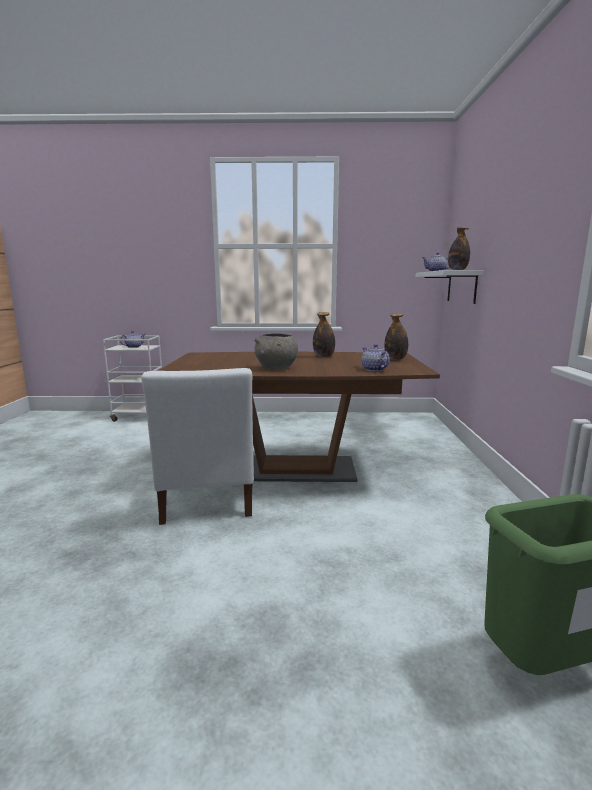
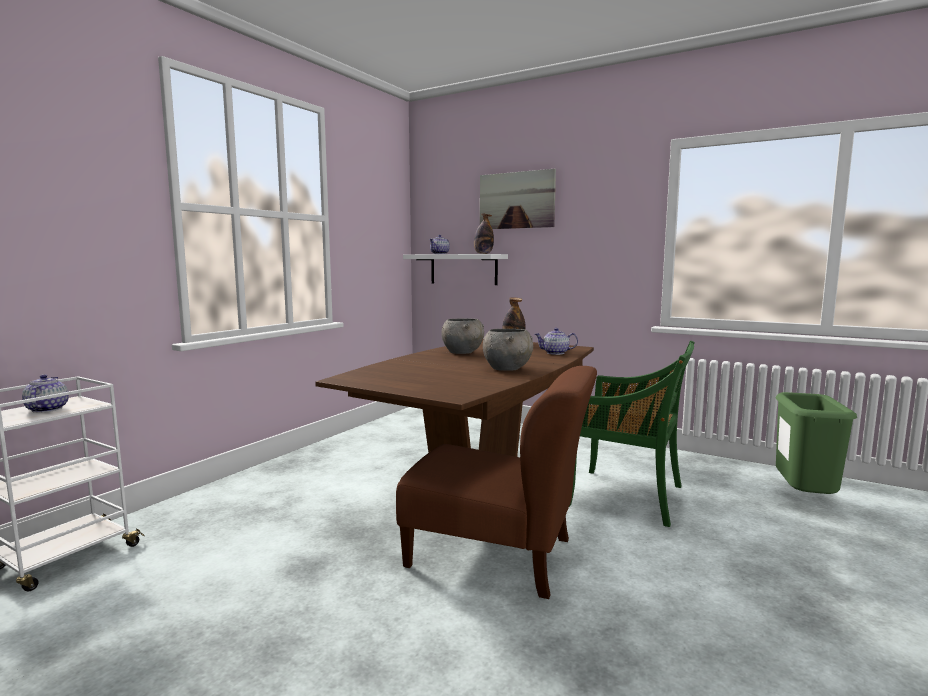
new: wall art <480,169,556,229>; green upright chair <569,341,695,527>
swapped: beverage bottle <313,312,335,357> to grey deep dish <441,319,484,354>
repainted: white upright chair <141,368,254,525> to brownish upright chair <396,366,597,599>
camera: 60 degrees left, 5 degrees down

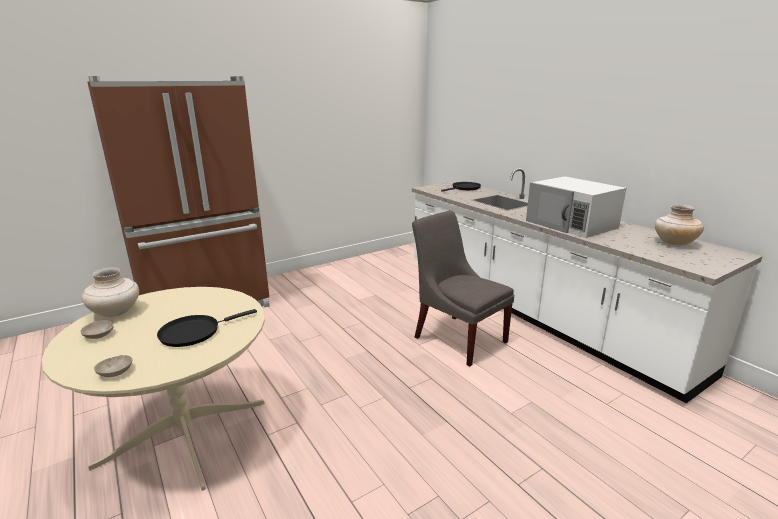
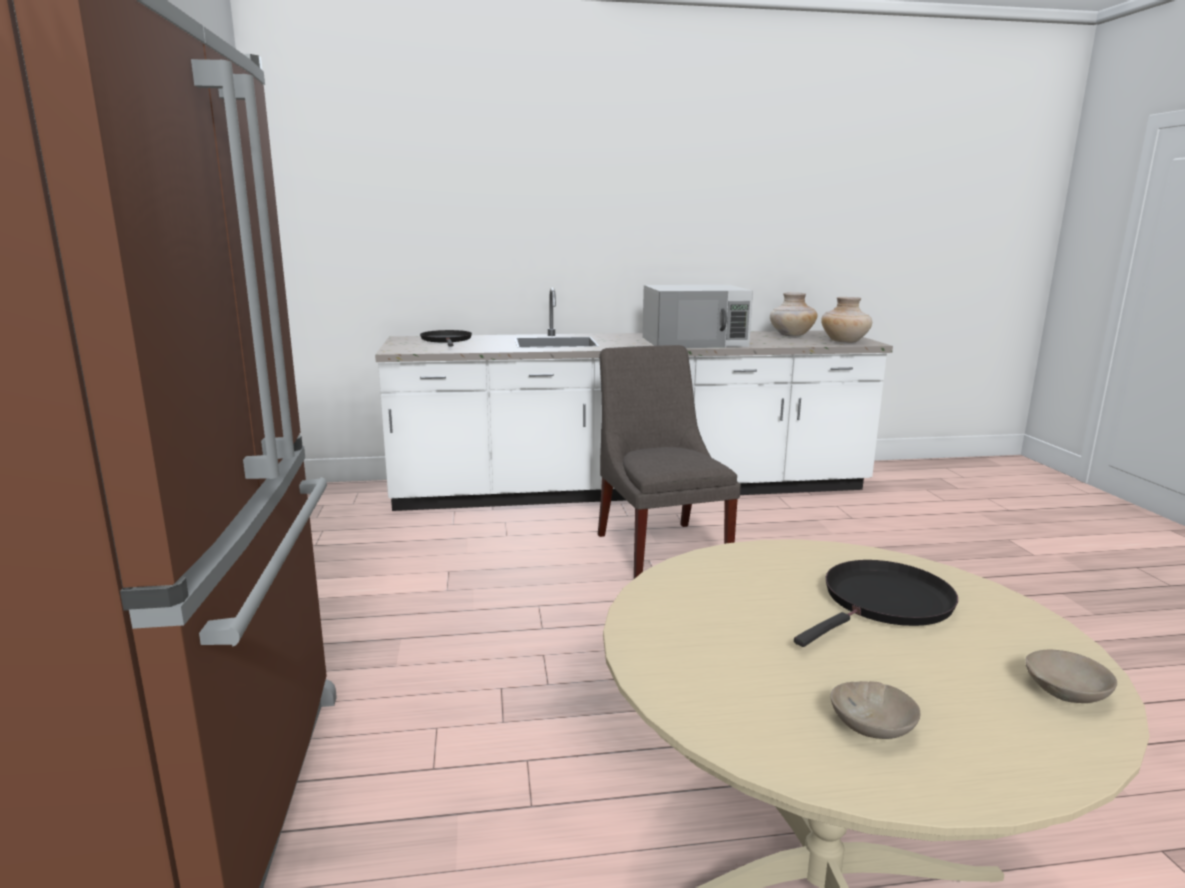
shifted: beige-coloured vase <82,268,139,317> to <821,297,872,343>
rotated: black frying pan <157,309,257,347> = <794,560,958,647> 120 degrees counterclockwise; grey upright chair <412,211,514,367> = <598,345,741,579> 90 degrees clockwise
camera: 65 degrees left, 5 degrees down

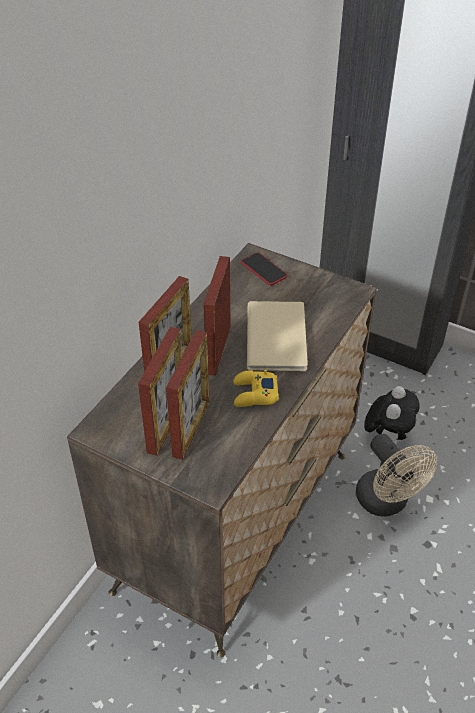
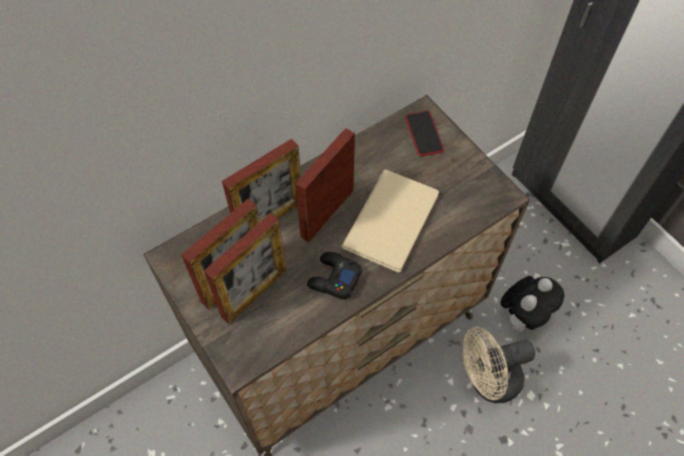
repainted: yellow game controller <233,369,279,407> to black game controller <307,252,362,299>
rotated: beige-coloured cooling fan <356,434,437,517> = <463,327,535,403> 75 degrees clockwise
camera: 25 degrees right, 15 degrees up

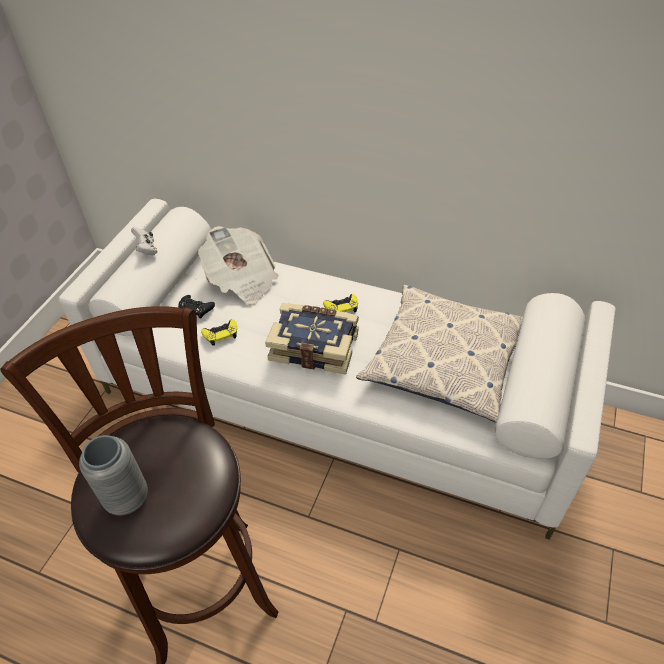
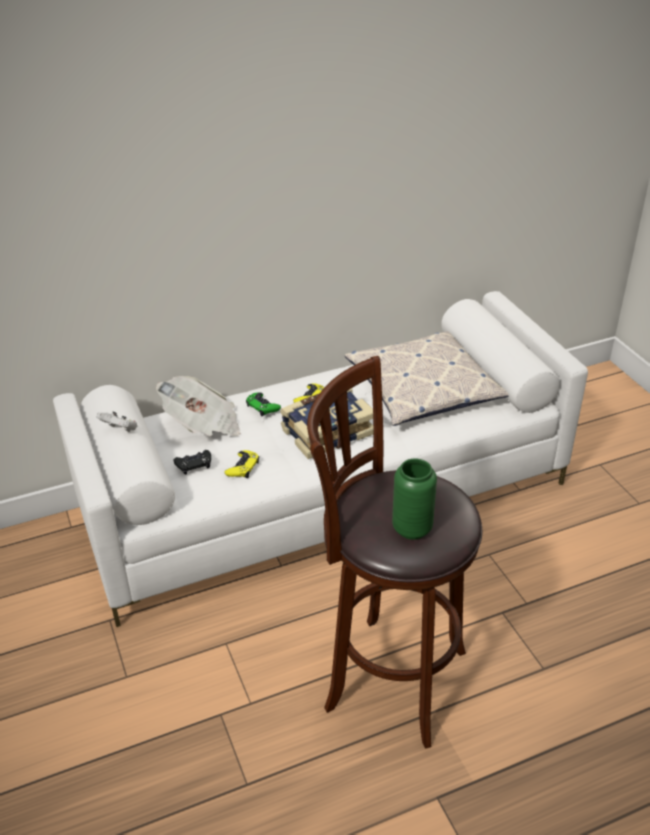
new: green game controller <246,392,281,416>
repainted: grey vase <79,435,148,515> to green vase <392,458,437,540>
camera: 45 degrees left, 10 degrees down

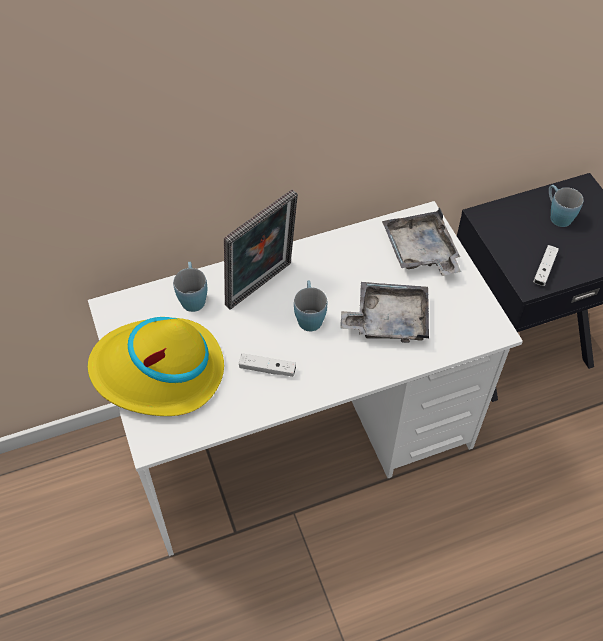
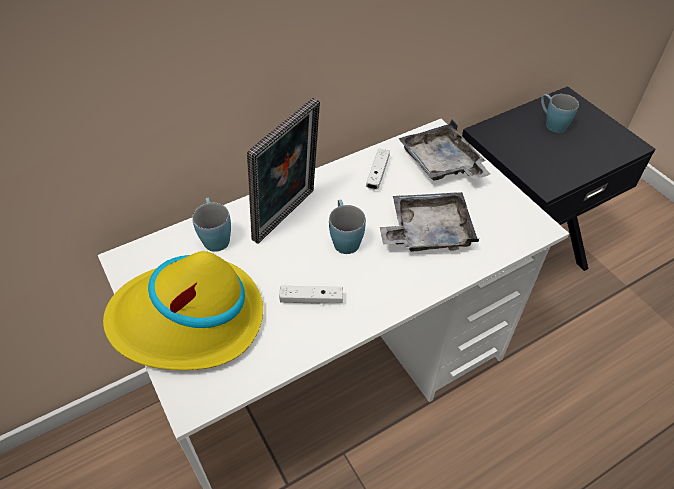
shifted: white game controller <533,245,559,286> to <366,149,390,190>
camera: 10 degrees left, 5 degrees down

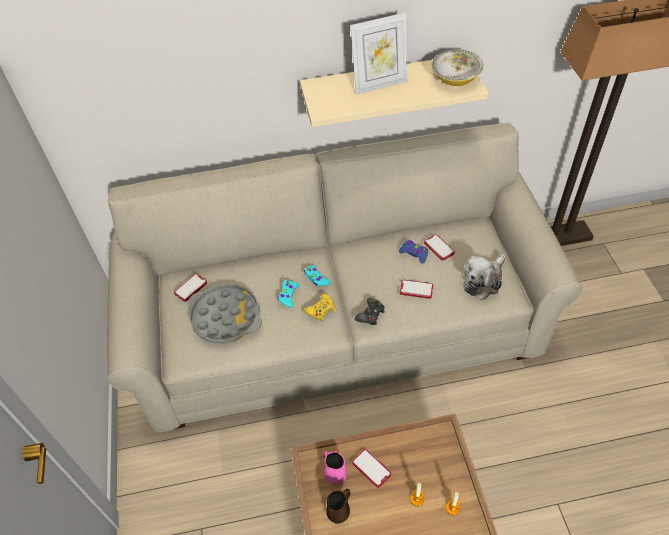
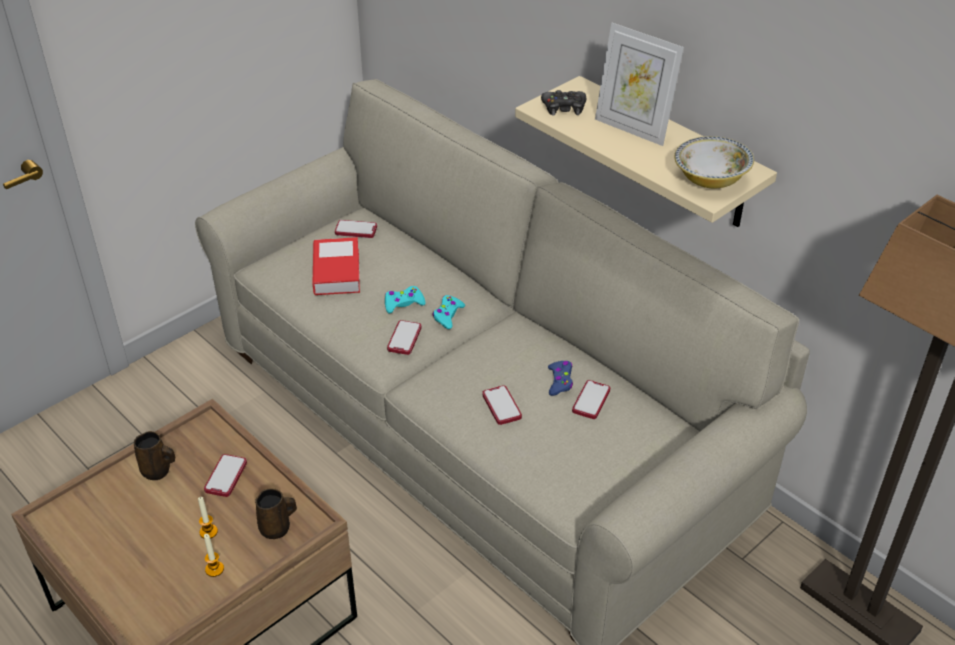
gone: pink-coloured mug <323,451,347,484>; cuddly toy <464,254,507,301>
new: brownish mug <255,488,297,539>
shifted: black game controller <355,298,385,325> to <541,90,586,116>
swapped: grey carrying tray <188,284,262,344> to volume <312,237,360,295>; yellow game controller <304,294,336,321> to telephone <387,320,422,355>
camera: 55 degrees right, 10 degrees down

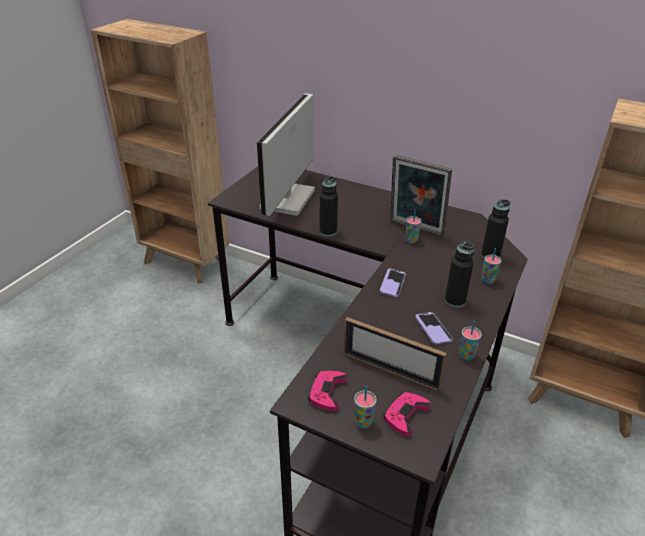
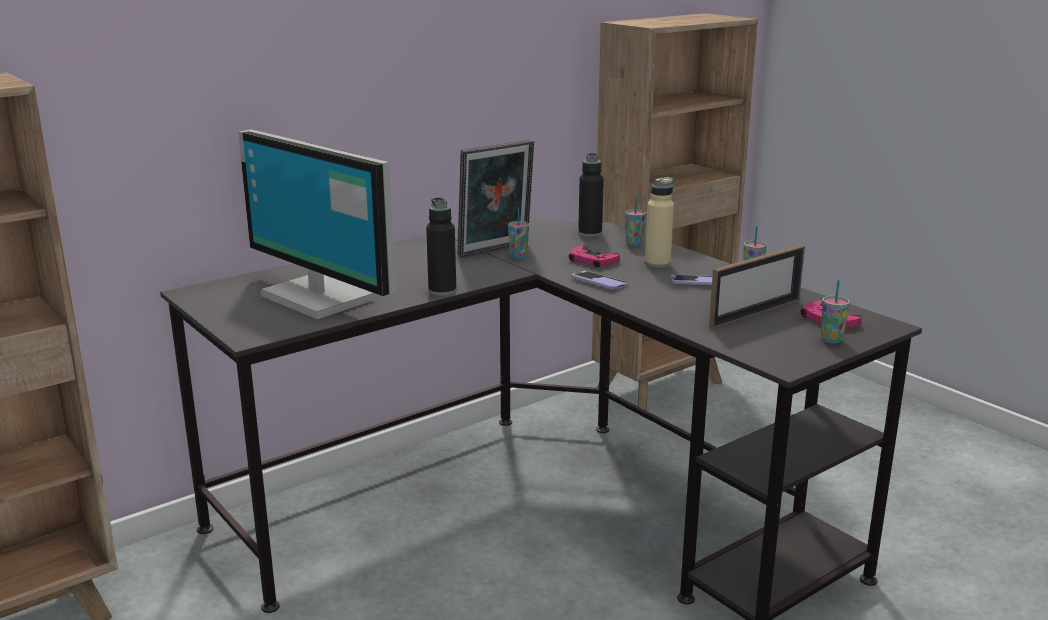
shifted: pink-coloured game controller <308,371,347,411> to <569,245,620,267>
repainted: black beverage bottle <445,241,475,308> to beige-coloured beverage bottle <645,177,674,268>
camera: 65 degrees left, 15 degrees down

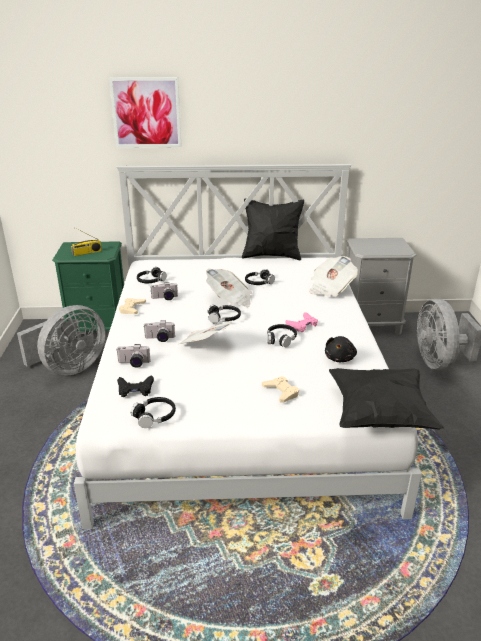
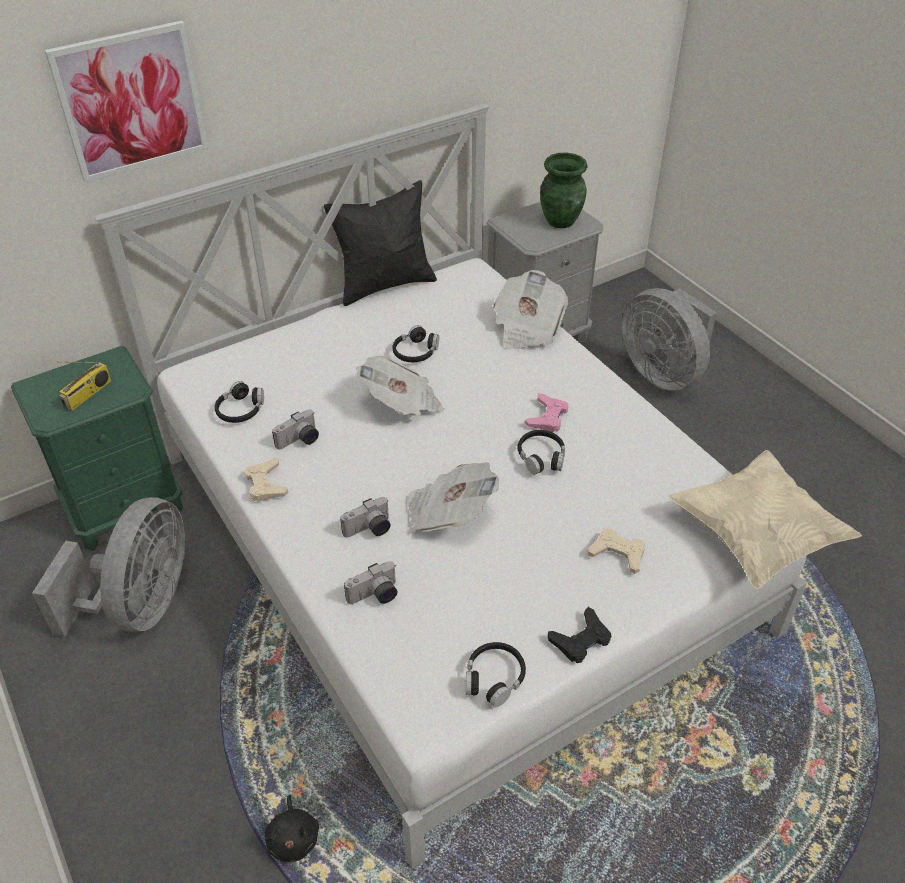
gone: black headset <207,305,241,323>
new: green vase <540,152,587,228>
shifted: black game controller <117,375,154,397> to <548,607,611,663>; black cuddly toy <325,336,357,362> to <265,795,319,862>
repainted: black pillow <329,368,444,430> to beige-coloured pillow <668,450,862,589>
camera: 30 degrees left, 15 degrees up

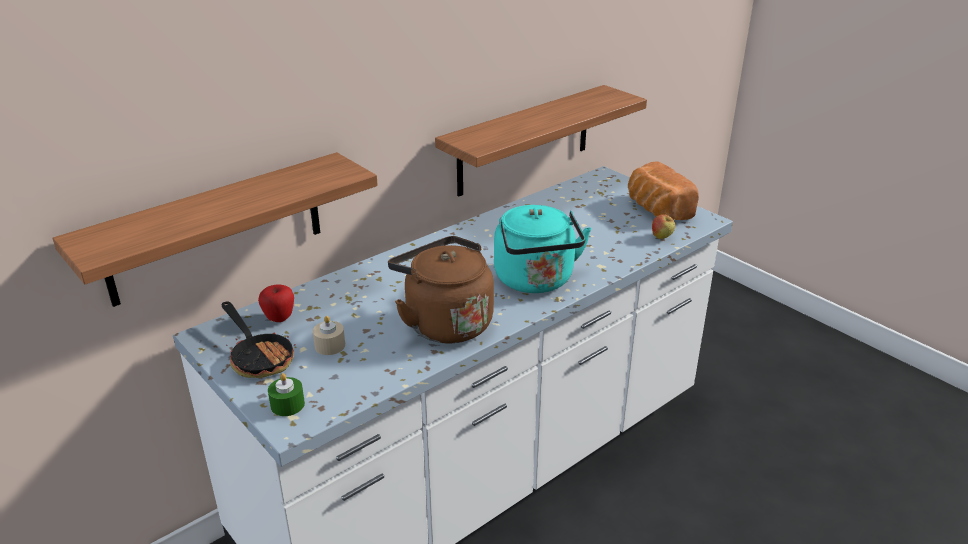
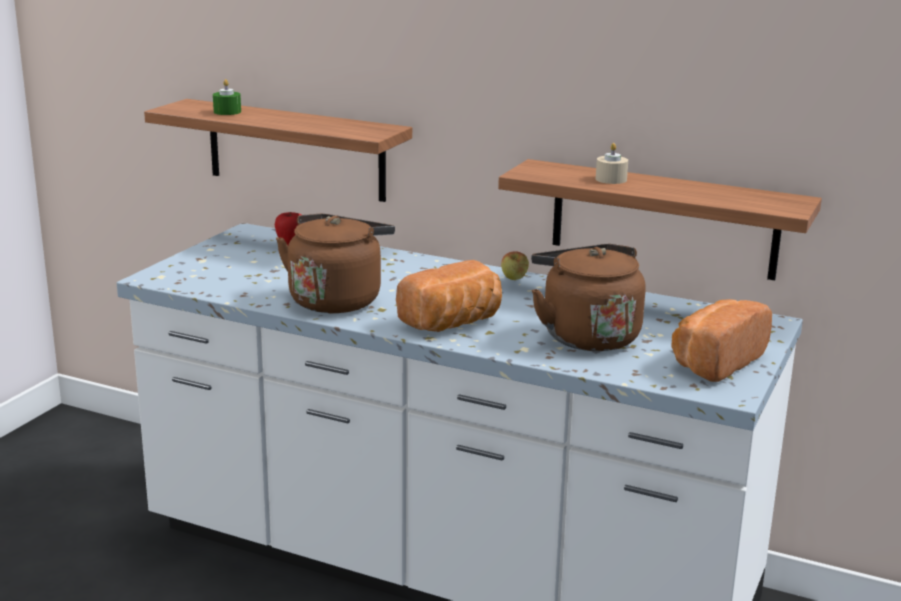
gone: frying pan <222,301,295,378>
new: brownish tea kettle <531,244,646,351>
shifted: green wax candle <268,373,305,416> to <213,79,241,115>; beige-coloured wax candle <313,316,345,355> to <596,143,628,184>; whole apple <652,214,675,239> to <501,251,529,280>
swapped: turquoise tea kettle <494,205,591,293> to bread <396,260,502,332>
camera: 65 degrees right, 10 degrees down

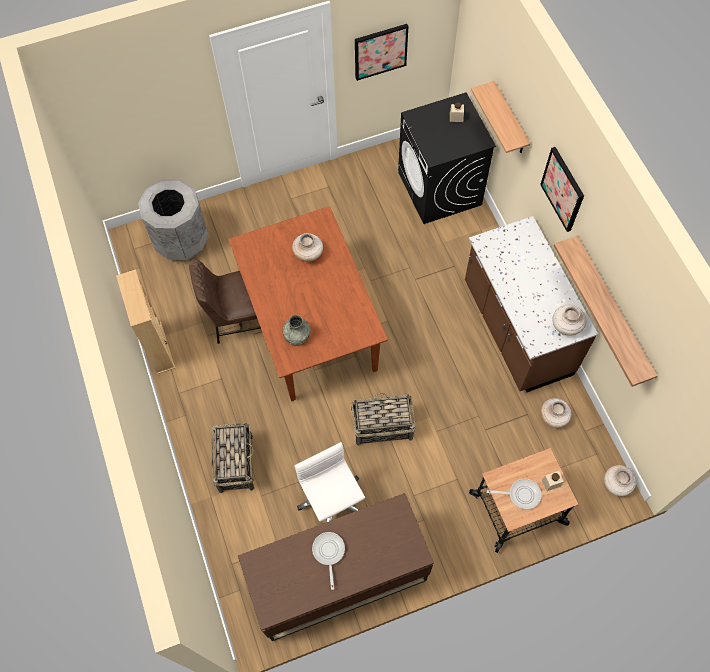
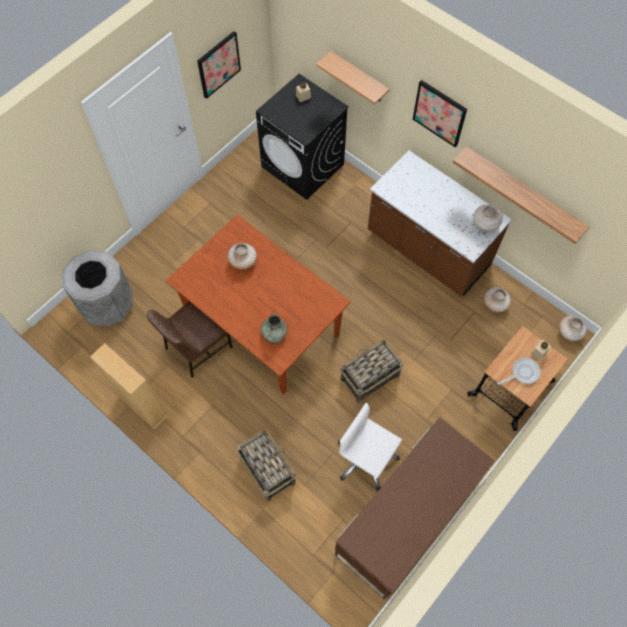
gone: frying pan <312,532,345,590>
camera: 30 degrees left, 0 degrees up

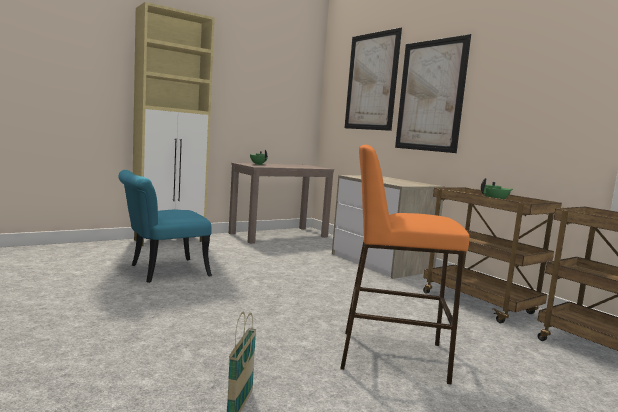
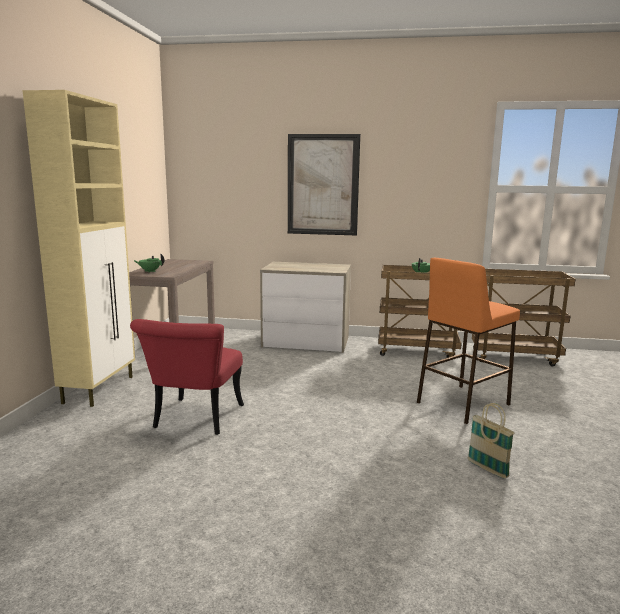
gone: wall art <345,27,402,131>
repainted: turquoise upright chair <118,170,212,283> to reddish upright chair <130,319,244,435>
camera: 45 degrees left, 5 degrees up

